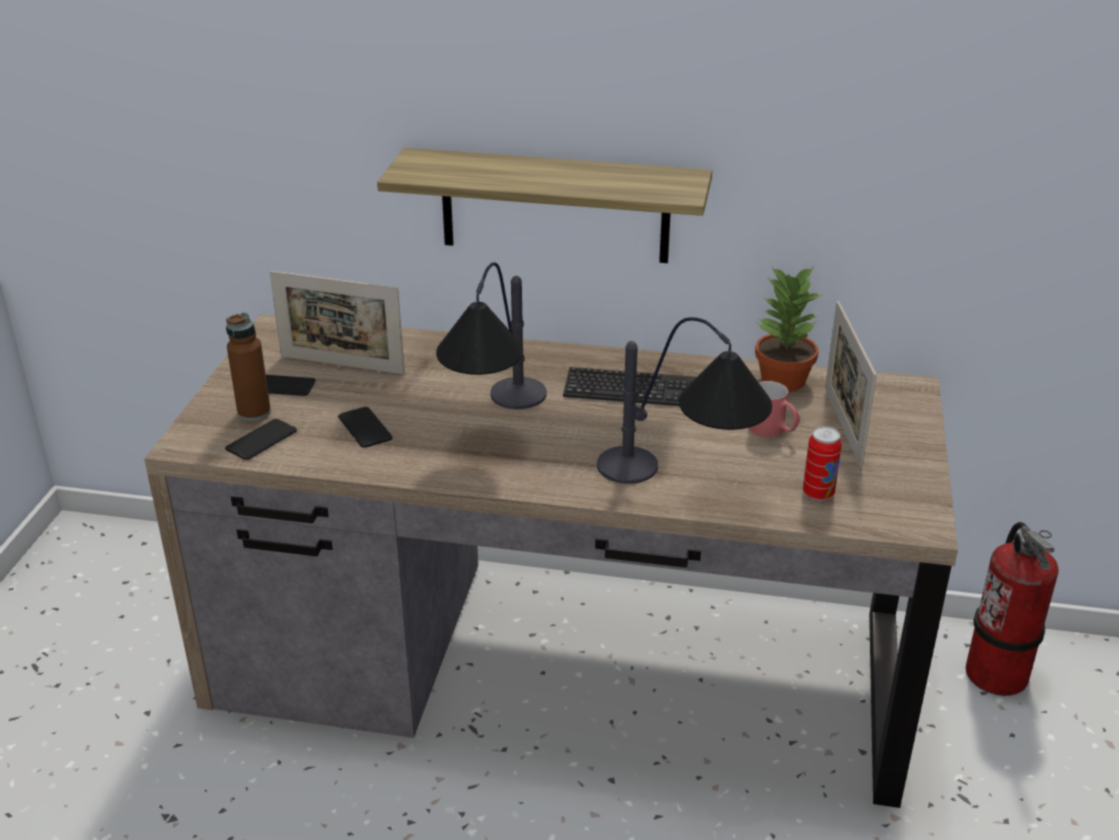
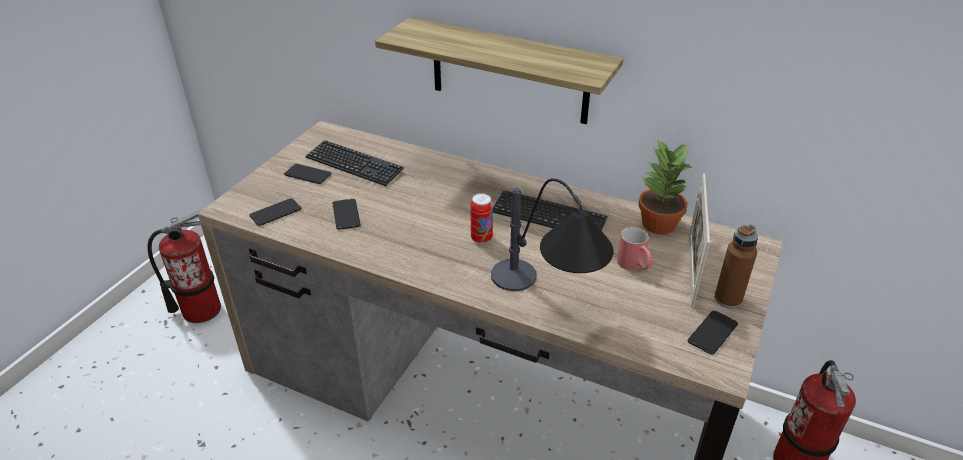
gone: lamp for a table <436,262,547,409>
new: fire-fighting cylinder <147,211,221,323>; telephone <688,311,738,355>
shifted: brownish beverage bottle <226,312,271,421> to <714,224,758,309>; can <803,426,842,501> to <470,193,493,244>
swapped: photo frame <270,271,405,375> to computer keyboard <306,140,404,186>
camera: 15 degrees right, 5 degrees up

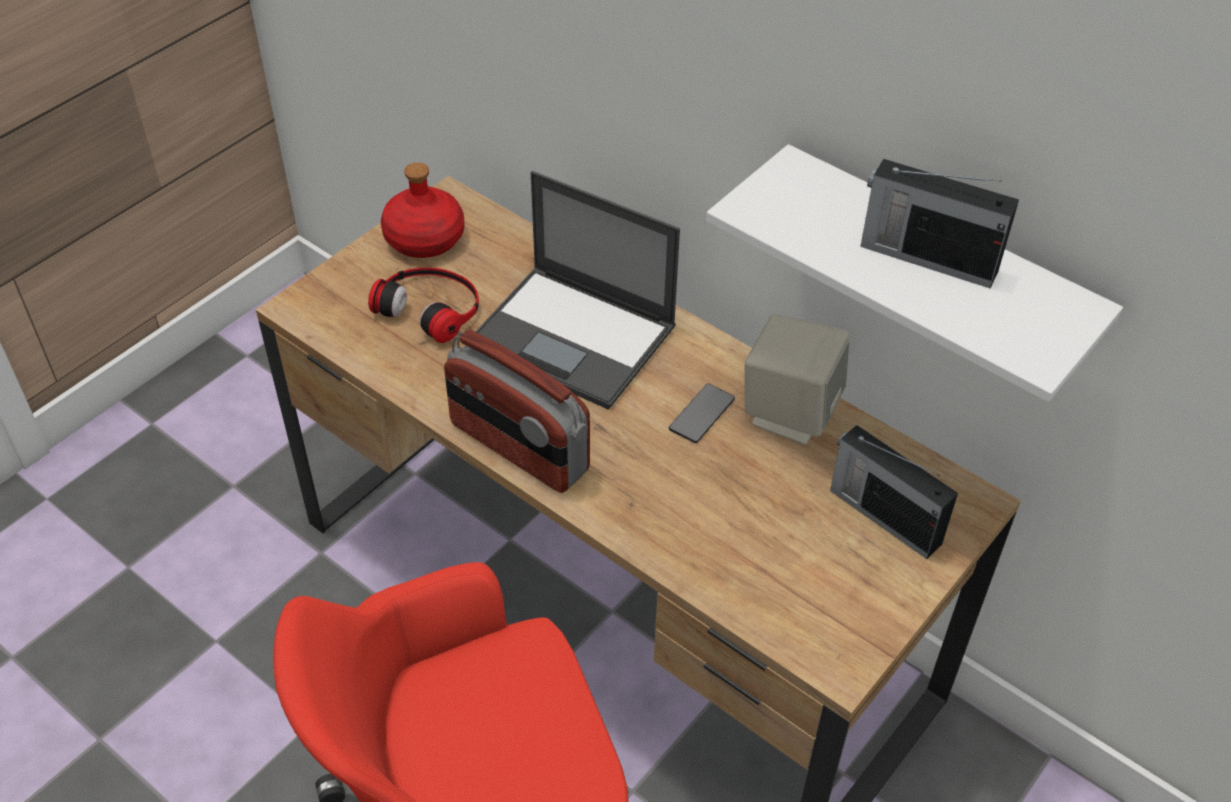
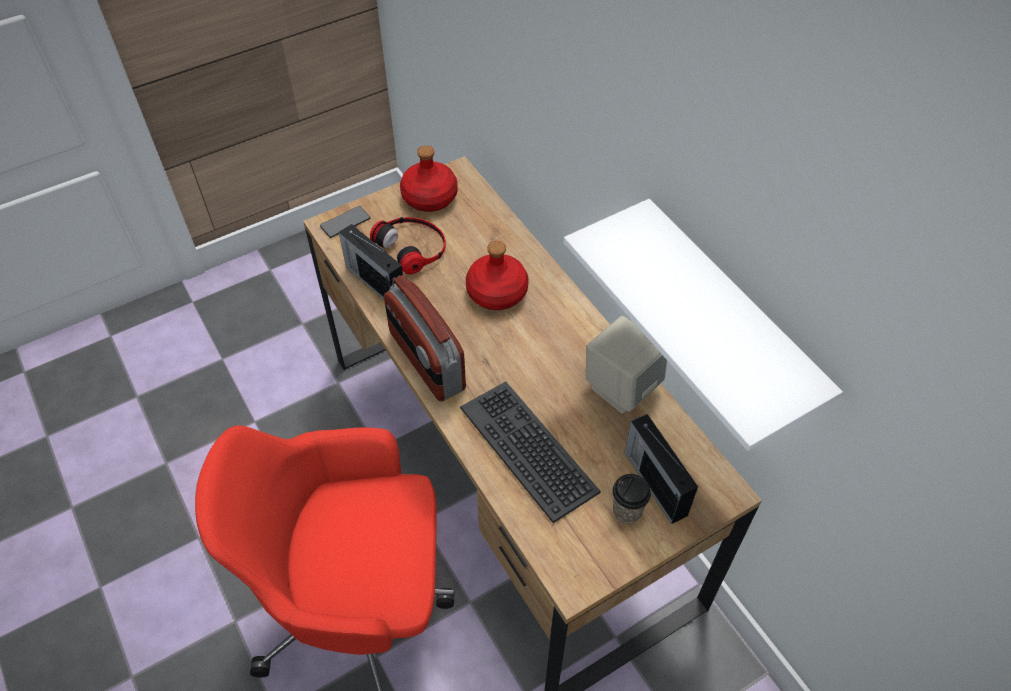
new: computer keyboard <460,381,601,523>; drinking cup <612,474,651,523>
shifted: telephone <669,383,735,443> to <320,206,370,238>; radio <860,159,1019,288> to <339,224,403,300>
swapped: portable computer <476,171,680,410> to reddish beverage bottle <466,241,529,310>
camera: 20 degrees right, 5 degrees up

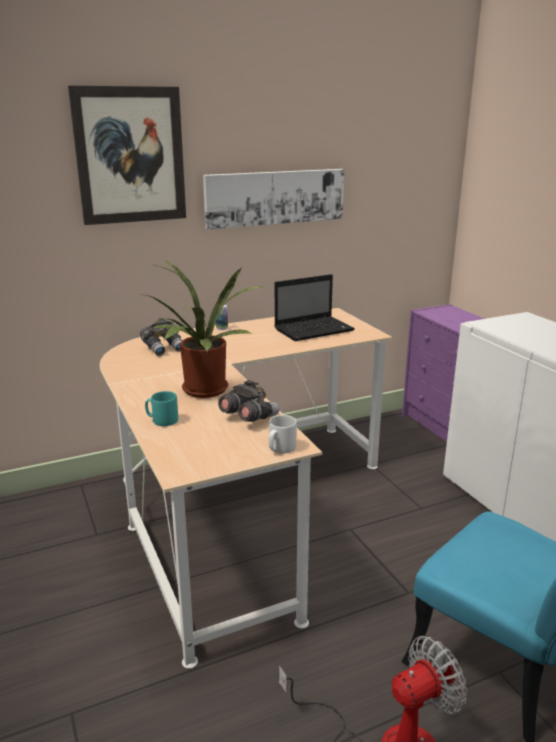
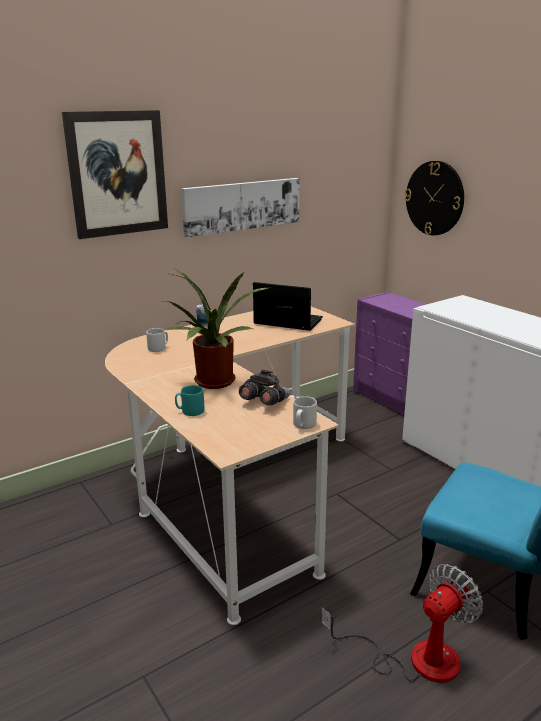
new: clock on the wall <405,161,464,235>
swapped: grey binoculars <140,318,182,356> to grey mug <146,328,168,352>
rotated: portable computer <274,274,355,341> = <253,282,323,331> 120 degrees counterclockwise
camera: 10 degrees left, 0 degrees up

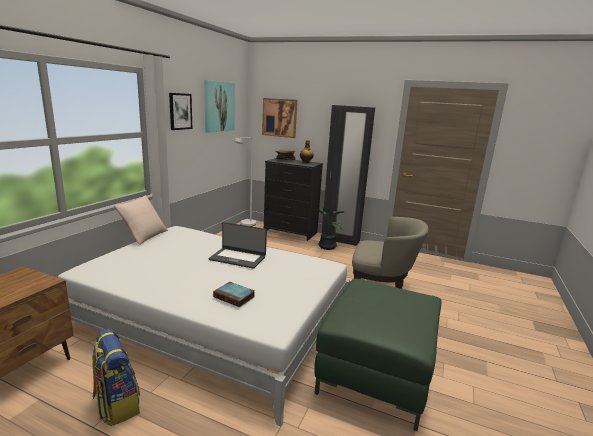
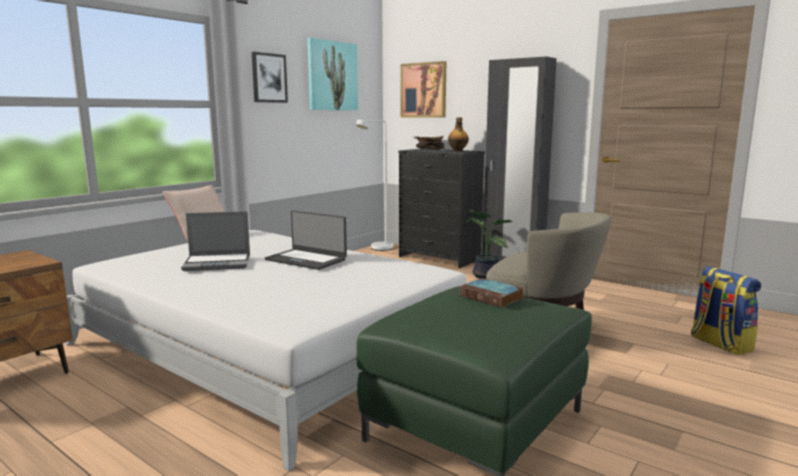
new: portable computer <181,211,250,271>
shifted: rucksack <92,329,140,426> to <691,266,761,355>; volume <213,282,255,307> to <460,278,523,308>
camera: 15 degrees right, 5 degrees down

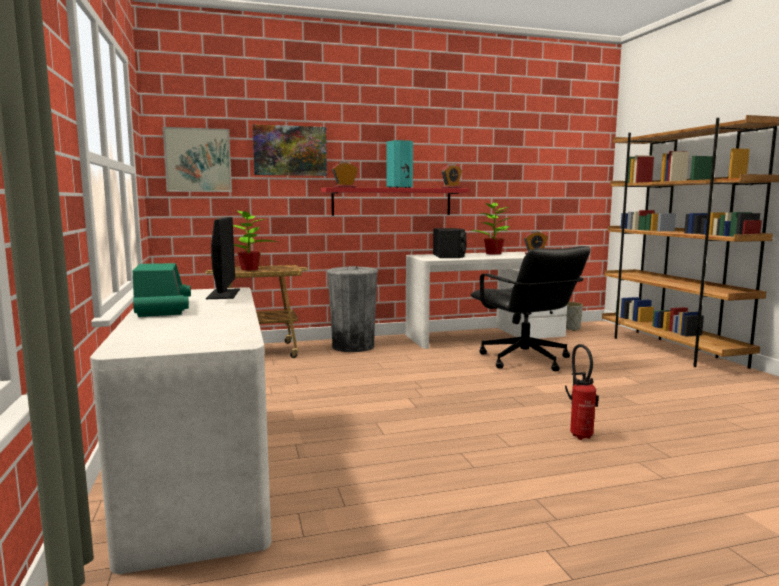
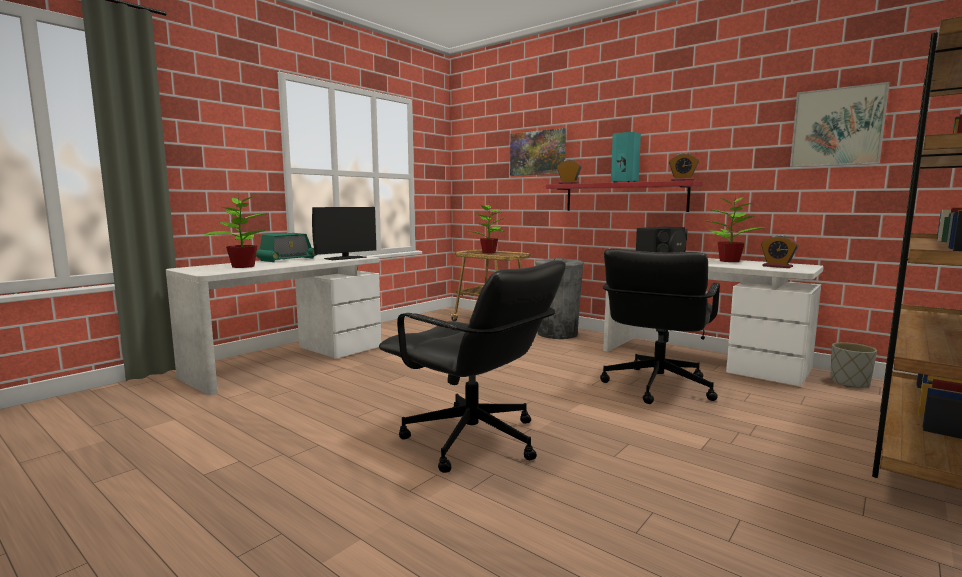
new: plant in a pot <204,192,267,268>
shifted: wall art <163,127,232,192> to <790,82,890,167>
swapped: fire-fighting cylinder <565,344,599,440> to black computer chair <379,260,566,473>
camera: 55 degrees right, 0 degrees up

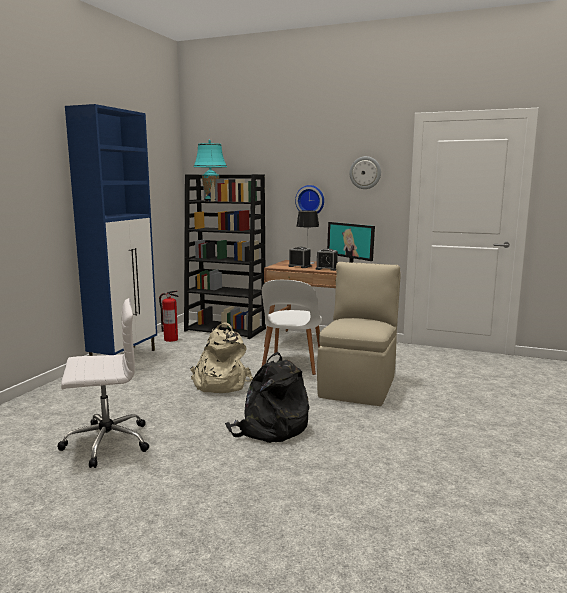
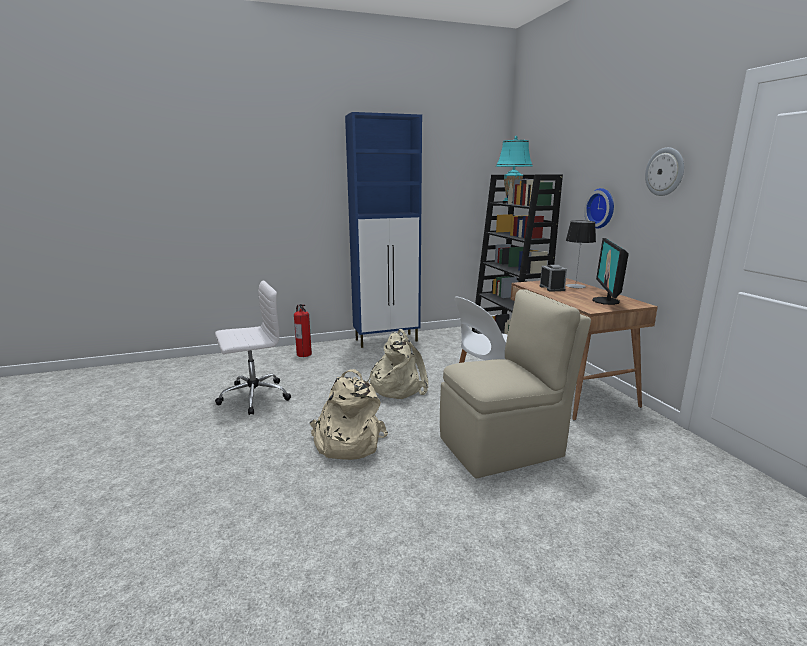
gone: alarm clock <316,249,338,271>
shifted: fire-fighting cylinder <159,291,179,342> to <294,304,312,357>
repainted: black rucksack <225,352,309,443> to beige-coloured rucksack <310,369,388,460>
rotated: white computer chair <57,298,149,468> = <215,280,291,415> 60 degrees counterclockwise
camera: 50 degrees right, 5 degrees up

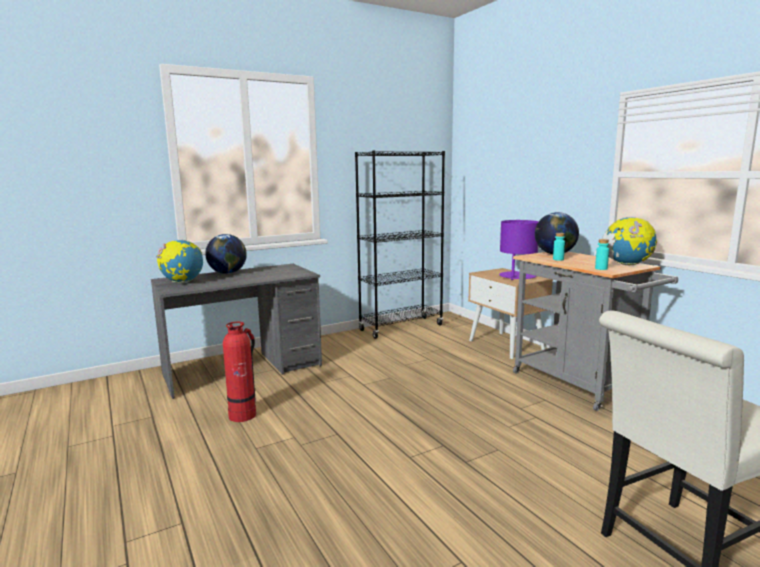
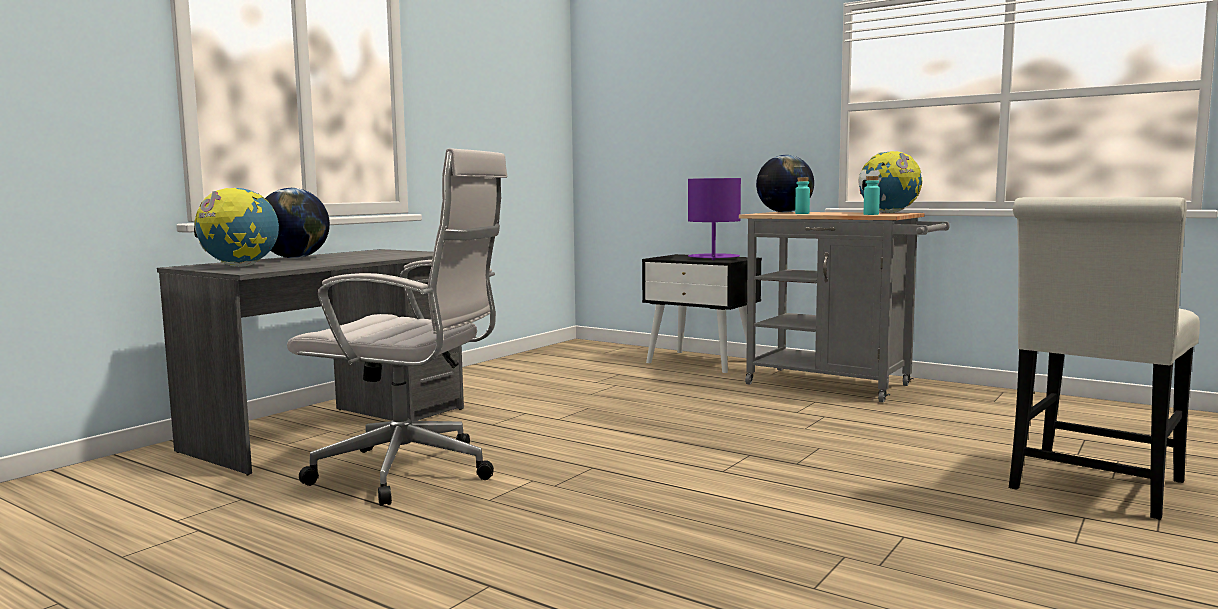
gone: black bookshelf <355,151,445,339>
swapped: fire-fighting cylinder <223,322,256,422> to white computer chair <287,148,508,506>
repainted: beige-coloured bedside table <468,268,553,359> to black bedside table <642,254,762,373>
camera: 25 degrees left, 5 degrees down

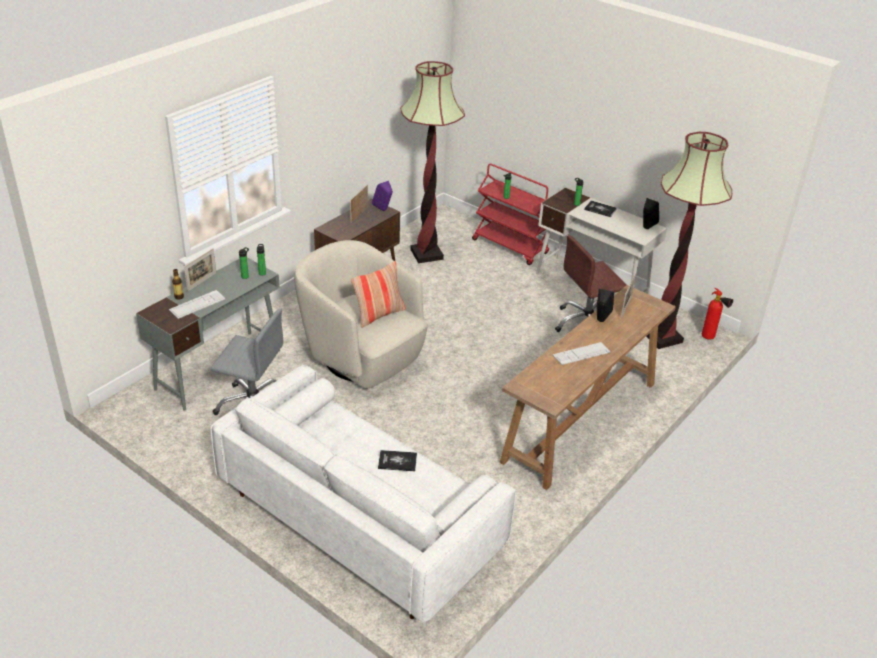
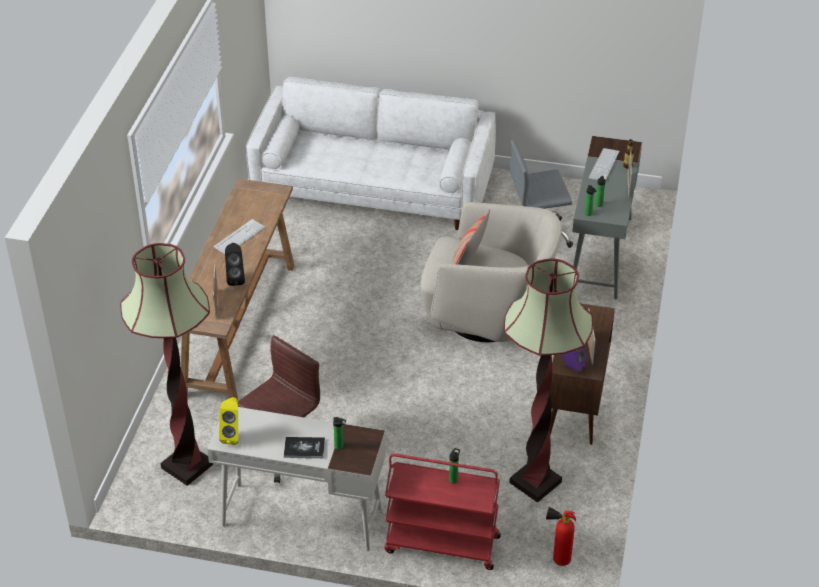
gone: volume <378,450,417,471>
shifted: fire-fighting cylinder <702,288,733,340> to <546,507,576,566>
repainted: black audio speaker <643,198,659,229> to yellow audio speaker <219,397,239,445>
camera: 155 degrees right, 5 degrees up

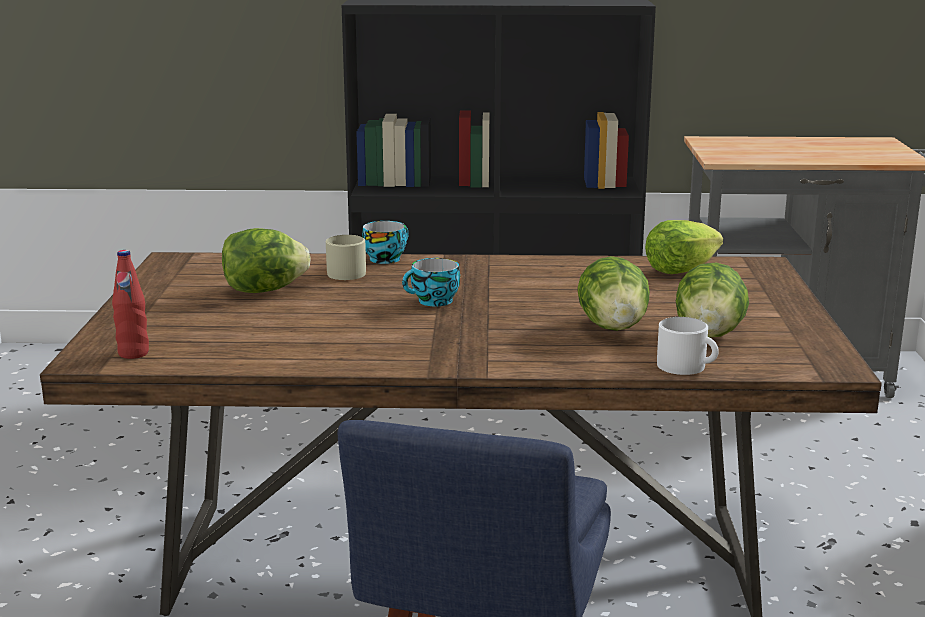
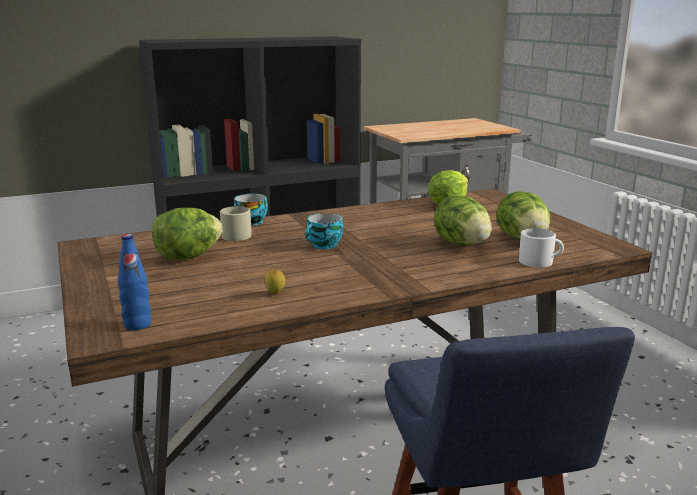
new: lemon <265,269,285,294>
repainted: reddish beverage bottle <112,250,149,359> to blue-coloured beverage bottle <118,234,151,330>
camera: 25 degrees left, 0 degrees up

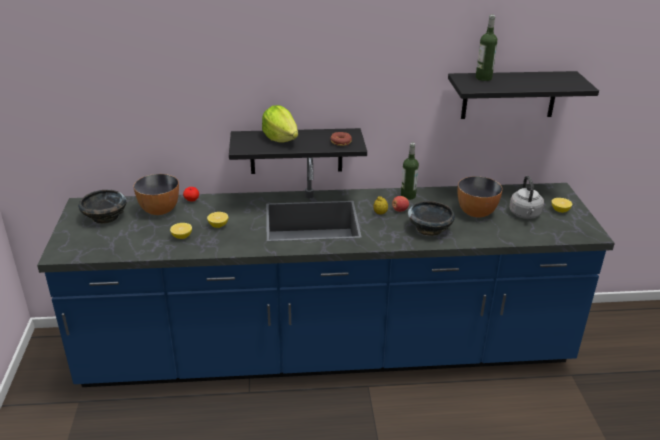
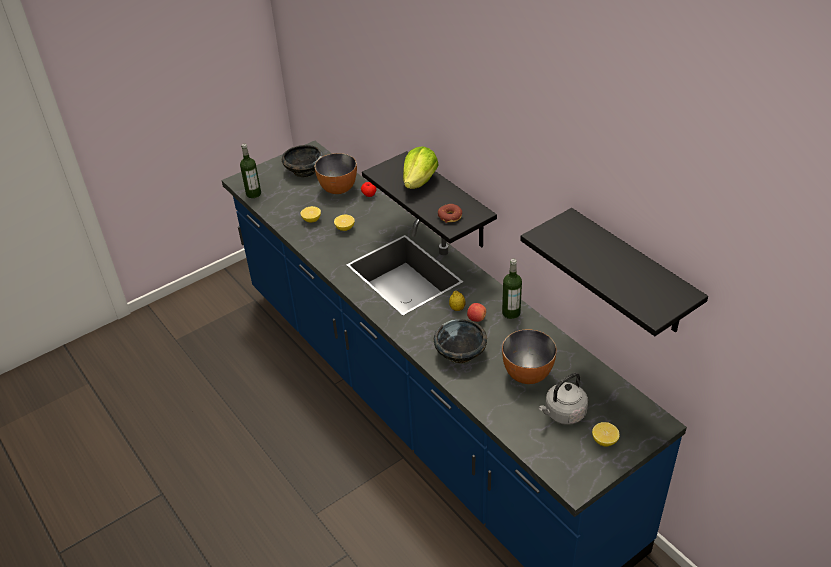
shifted: beverage bottle <476,15,498,81> to <240,144,261,198>
camera: 60 degrees right, 10 degrees up

